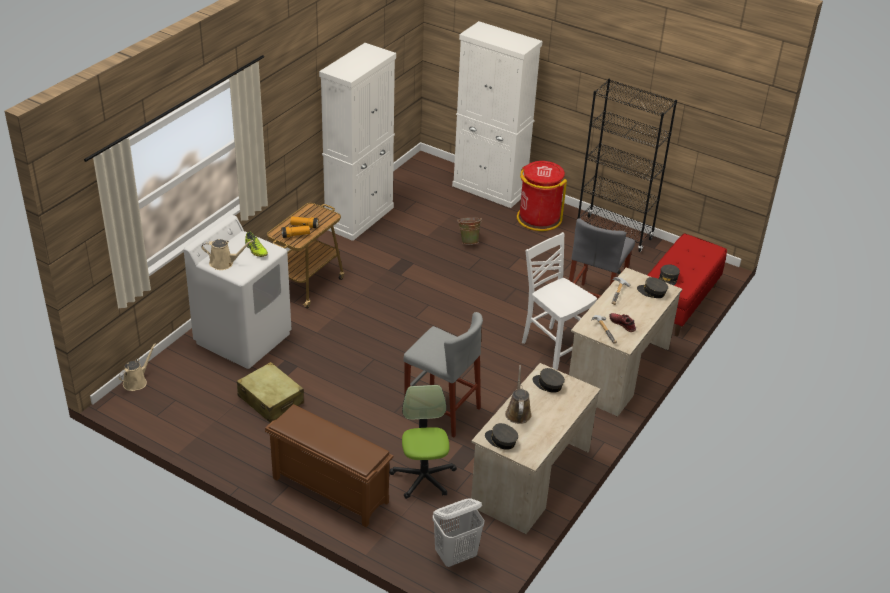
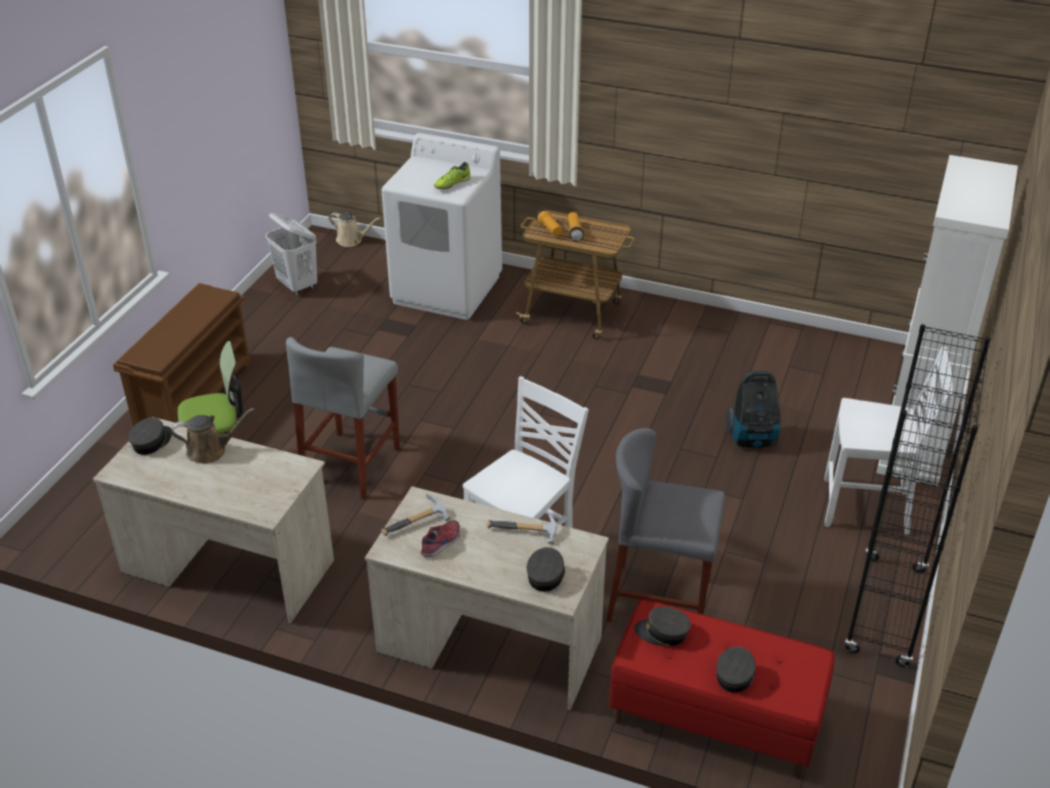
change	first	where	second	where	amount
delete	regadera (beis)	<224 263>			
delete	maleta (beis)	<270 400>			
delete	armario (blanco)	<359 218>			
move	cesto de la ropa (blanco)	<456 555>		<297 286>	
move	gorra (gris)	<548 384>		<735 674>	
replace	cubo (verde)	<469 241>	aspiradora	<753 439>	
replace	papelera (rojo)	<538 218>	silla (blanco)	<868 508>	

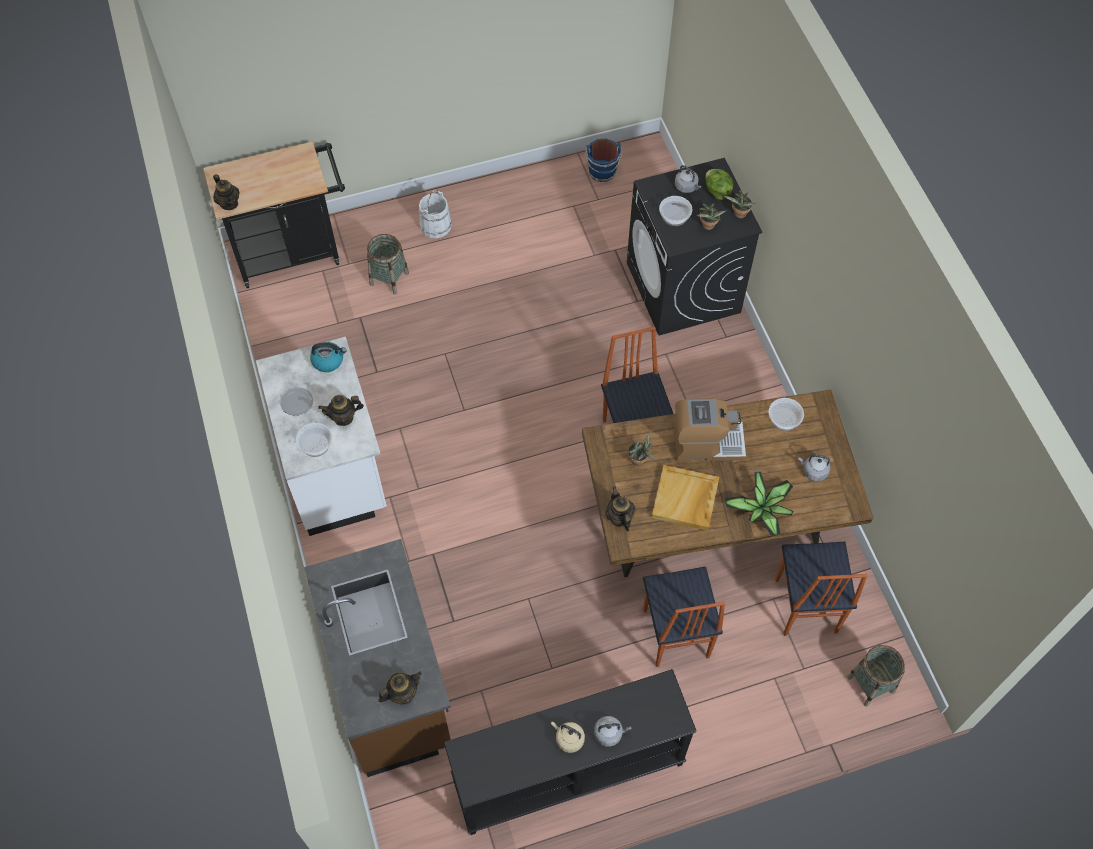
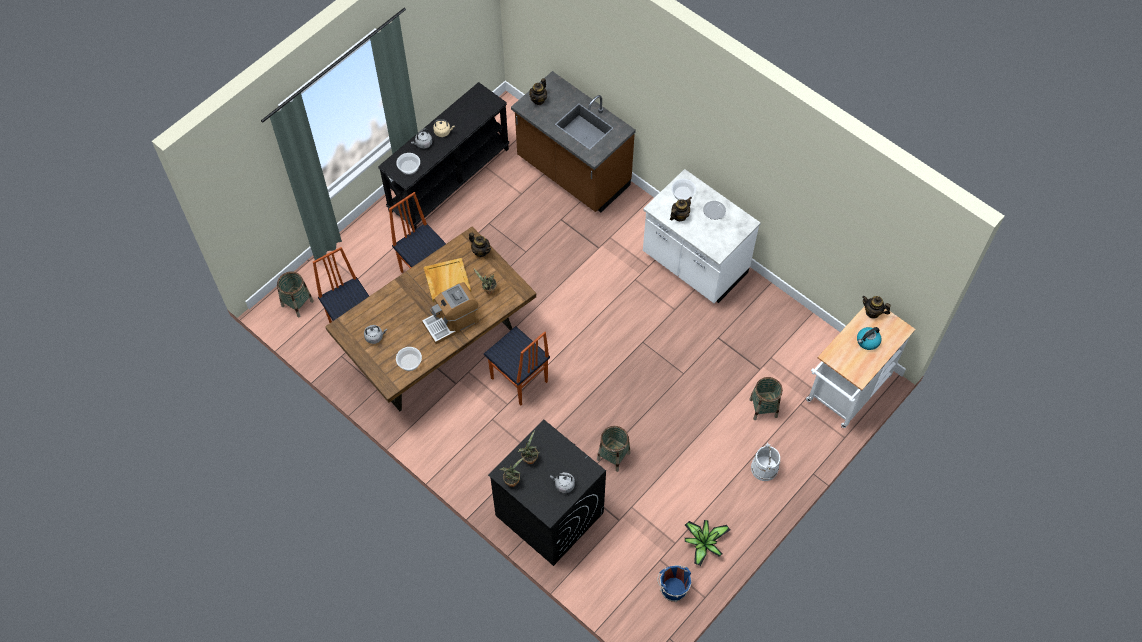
change	first	where	second	where	amount
delete	lechuga	<717 191>			
insert			cesta	<613 456>	
move	hervidor	<328 360>		<867 341>	
move	cuenco	<675 216>		<409 167>	
move	planta en maceta	<762 510>		<703 543>	
recolor	carrito (negro)	<294 252>	carrito (blanco)	<845 393>	

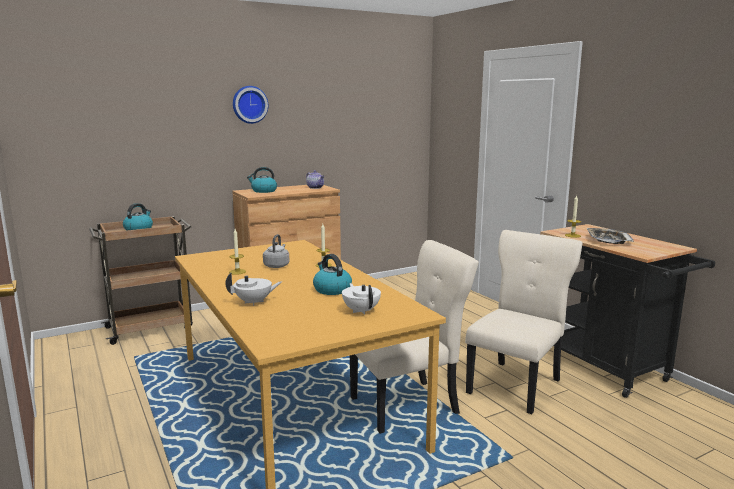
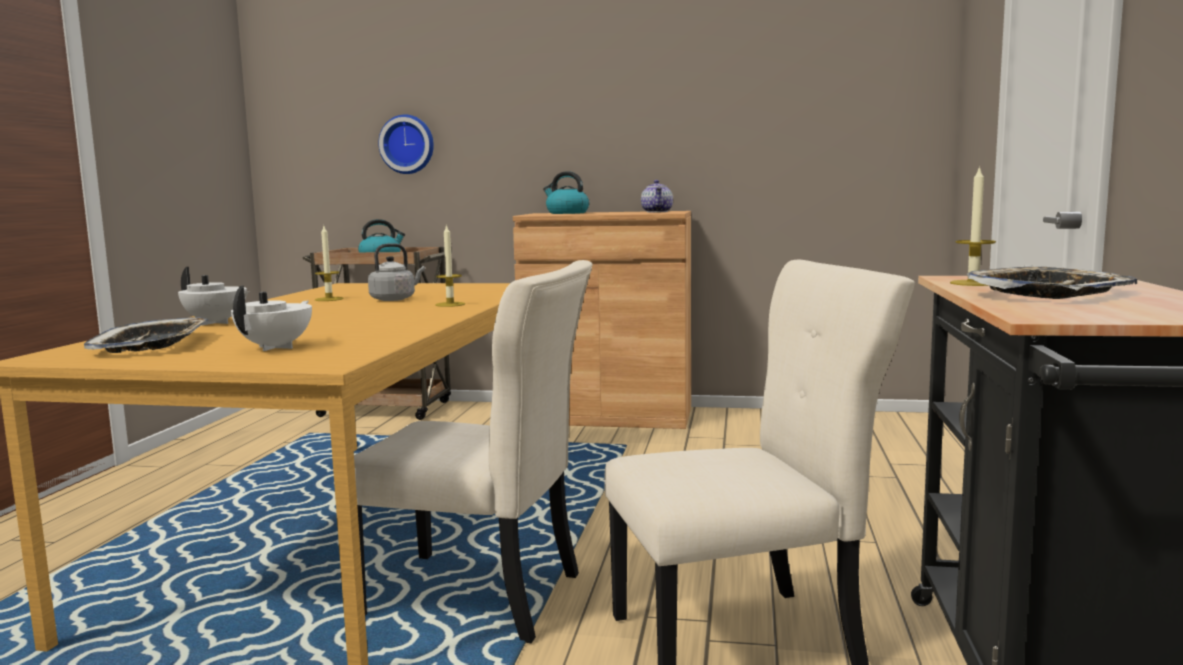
change	first	where	second	where	amount
delete	hervidor	<331 289>			
insert			bandeja	<152 344>	
move	reloj de pared	<249 104>		<408 144>	

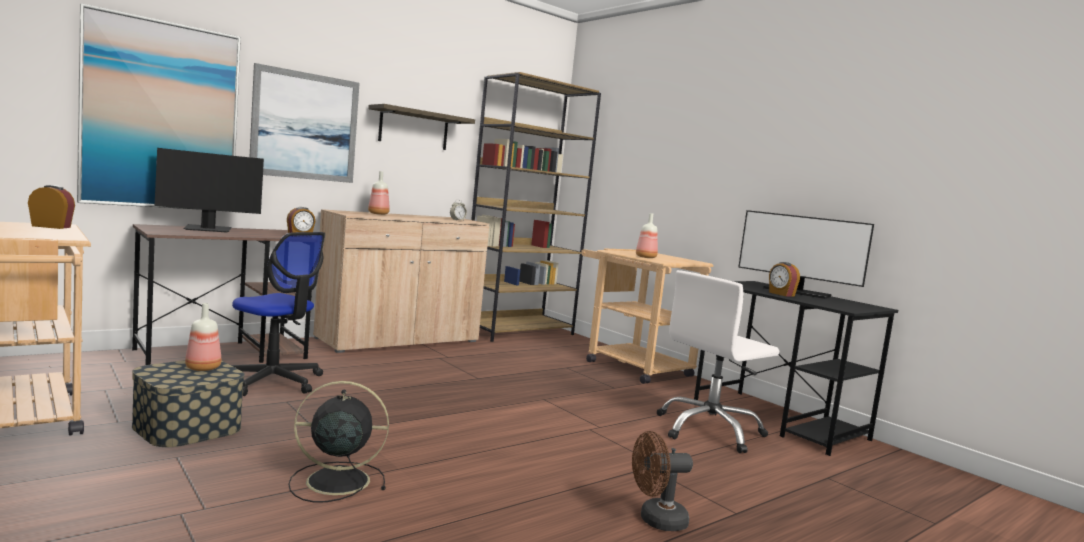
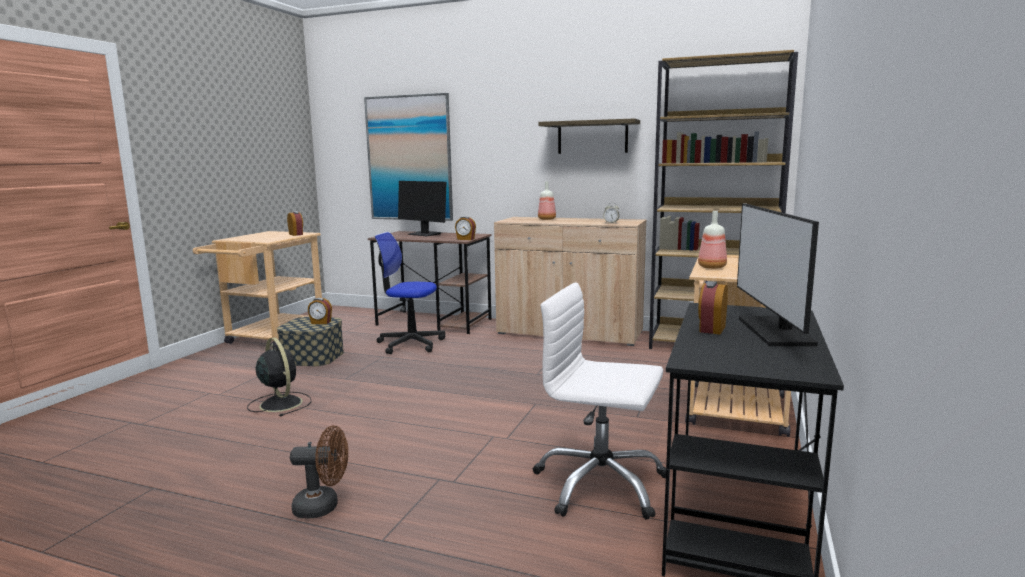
change	first	where	second	where	amount
delete	cuadro	<305 126>			
replace	botella	<203 368>	despertador	<320 322>	
rotate	silla de oficina	<273 382>		<410 344>	105 degrees clockwise
rotate	ventilador (marrón)	<656 521>		<323 507>	135 degrees clockwise

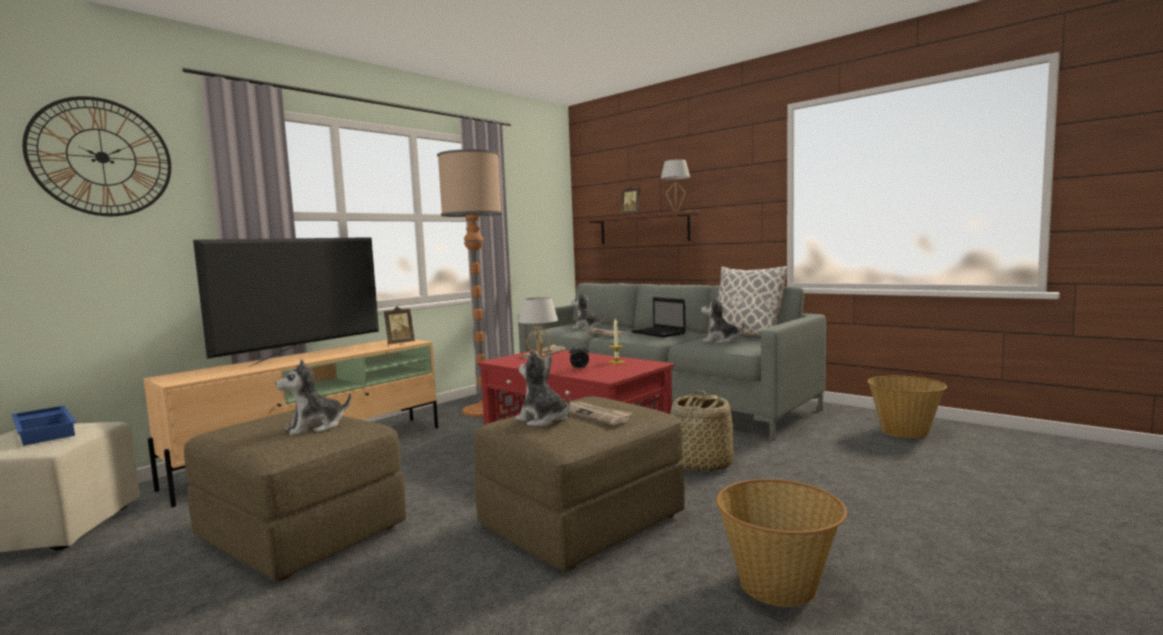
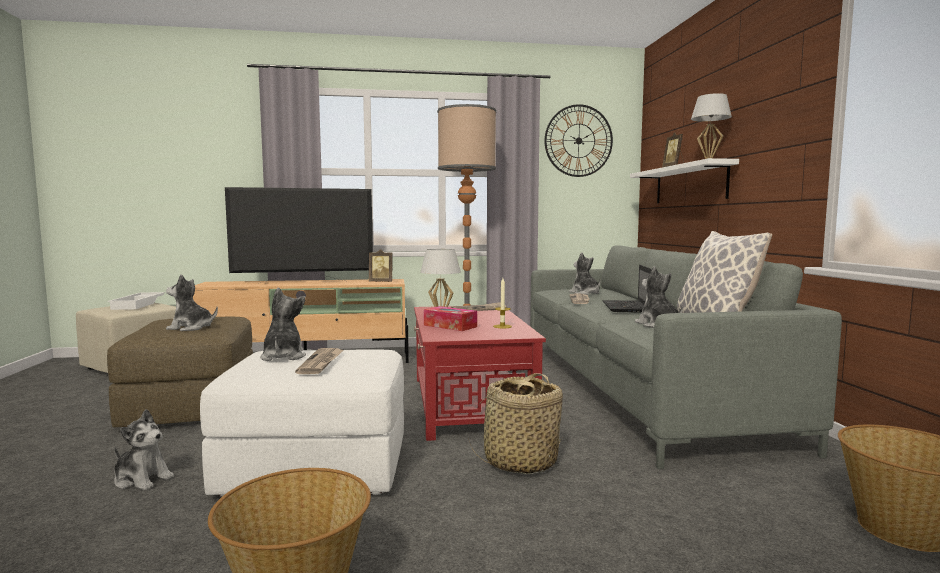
change	first	where	second	where	amount
insert			peluche	<142 479>	
move	reloj de pared	<102 157>		<578 141>	
replace	despertador	<579 369>	caja de pañuelos	<450 326>	
recolor	bandeja (azul)	<47 430>	bandeja (blanco)	<139 304>	
recolor	puf (marrón)	<581 522>	puf (blanco)	<315 467>	
recolor	estante (marrón)	<643 228>	estante (blanco)	<689 184>	

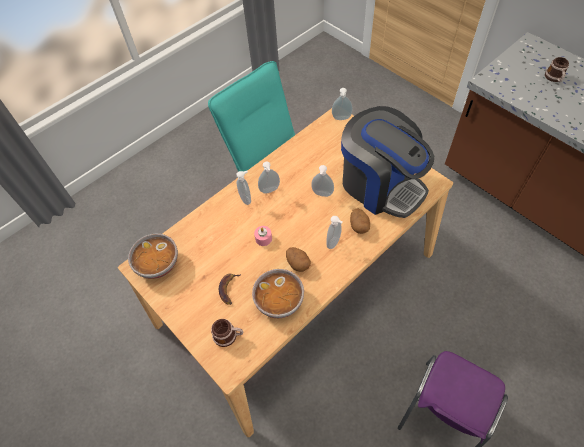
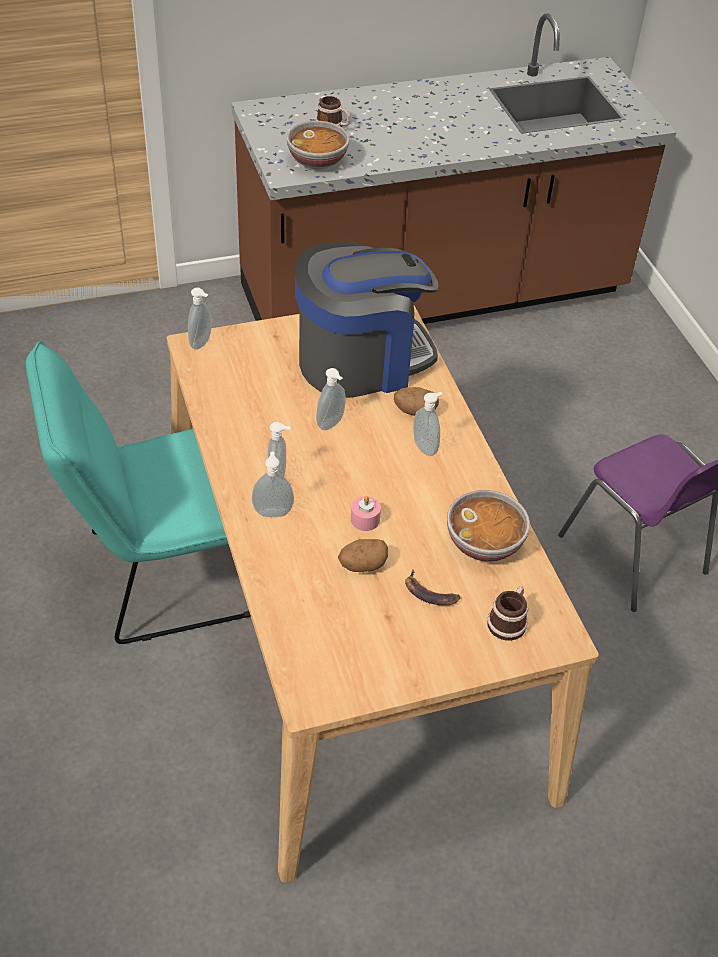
change	first	where	second	where	amount
move	cuenco	<158 264>		<318 161>	
move	patata	<298 263>		<362 565>	

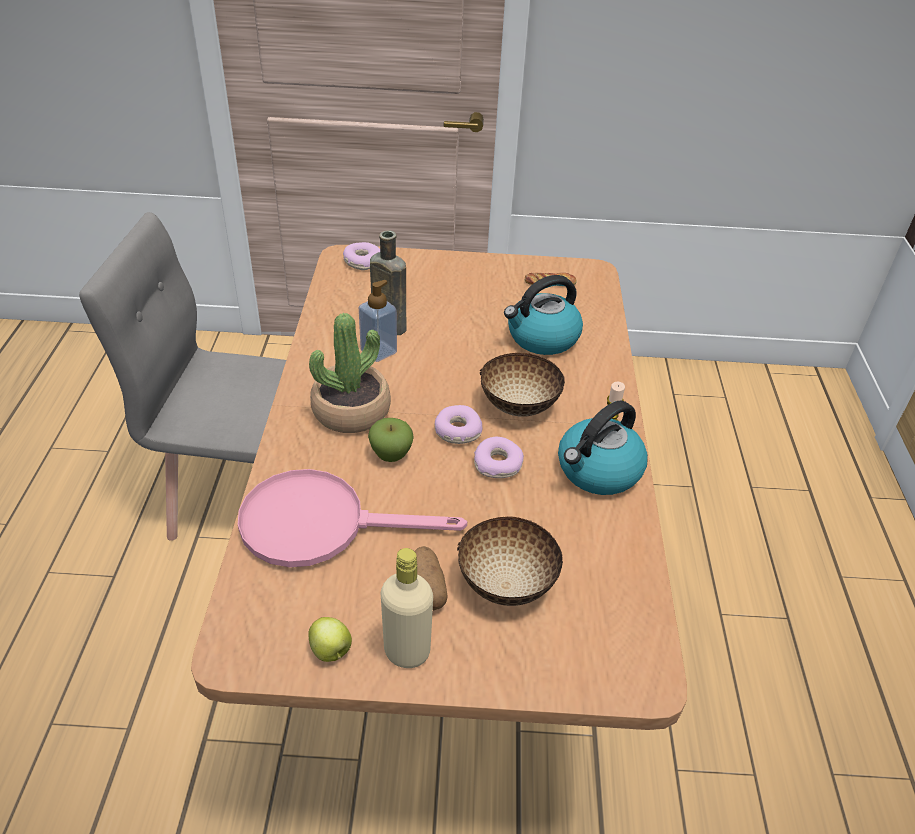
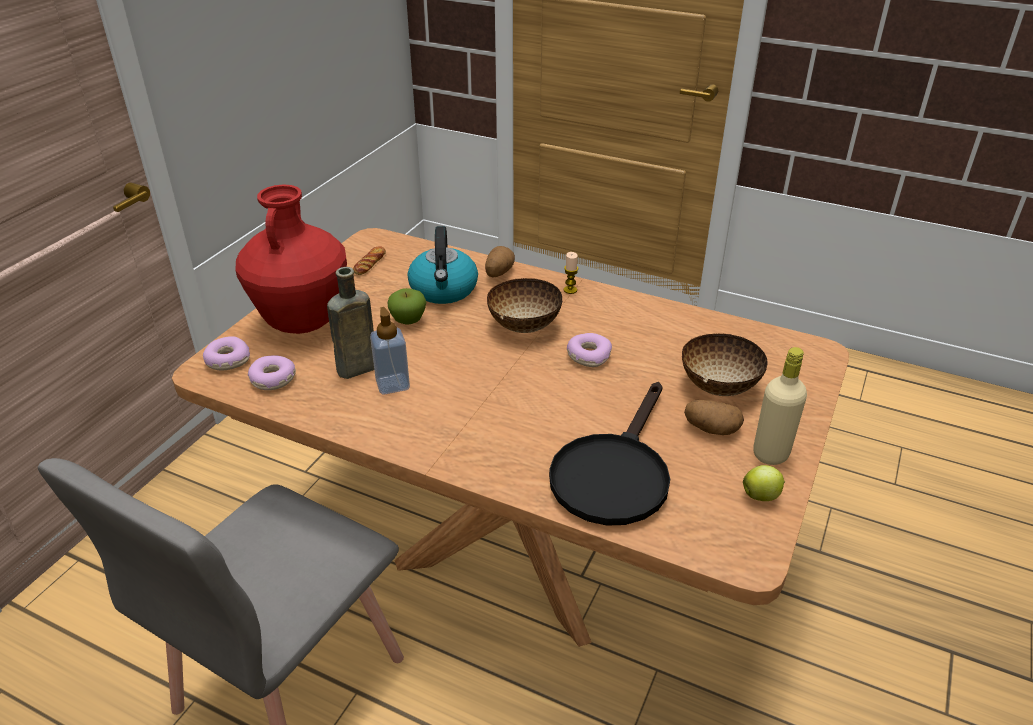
change	first	where	second	where	amount
delete	planta en maceta	<351 410>			
delete	hervidor	<598 471>			
insert			florero (rojo)	<303 322>	
insert			patata	<498 272>	
move	manzana	<391 455>		<408 321>	
move	rosquilla	<457 431>		<273 379>	
recolor	sartén (rosa)	<321 524>	sartén (negro)	<614 473>	

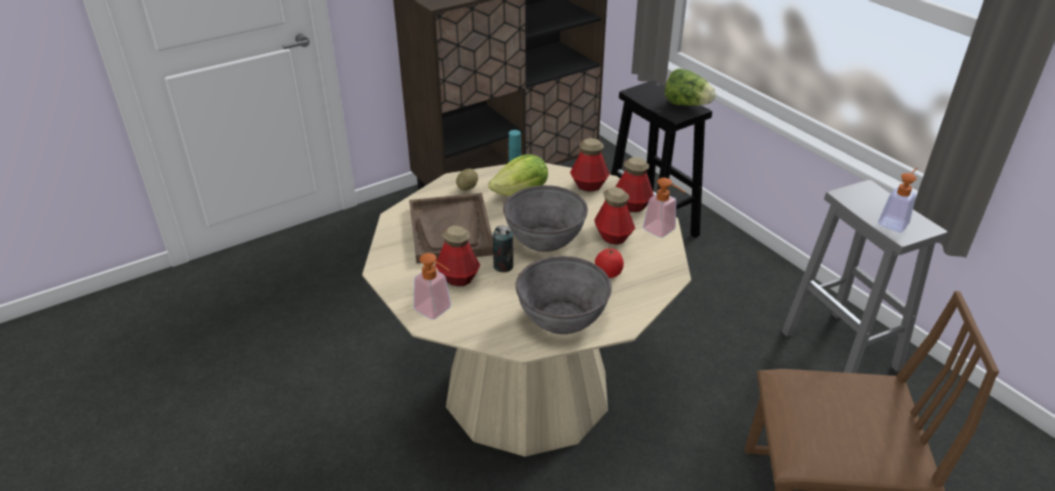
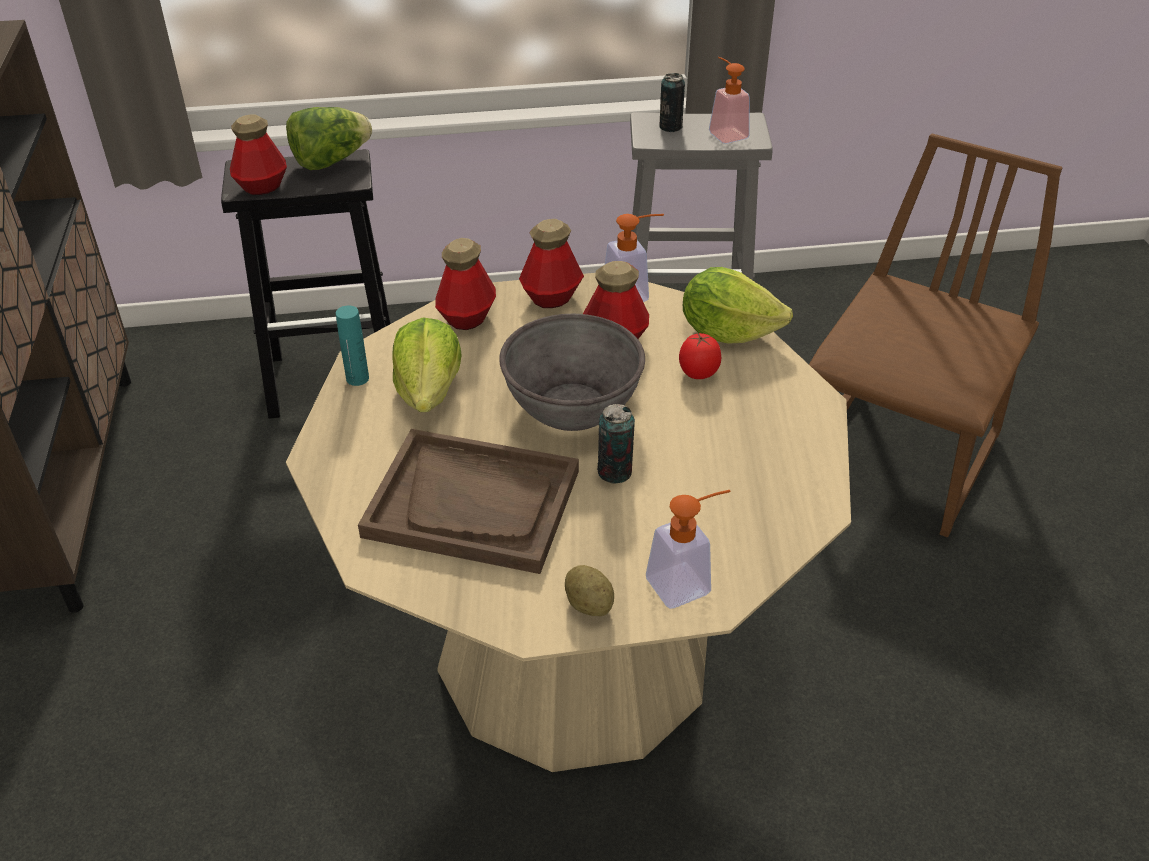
change	first	where	second	where	amount
delete	cuenco (gris)	<562 317>			
insert			lata	<670 126>	
insert			lechuga	<727 332>	
move	botella	<458 278>		<262 187>	
move	patata	<467 187>		<589 605>	

